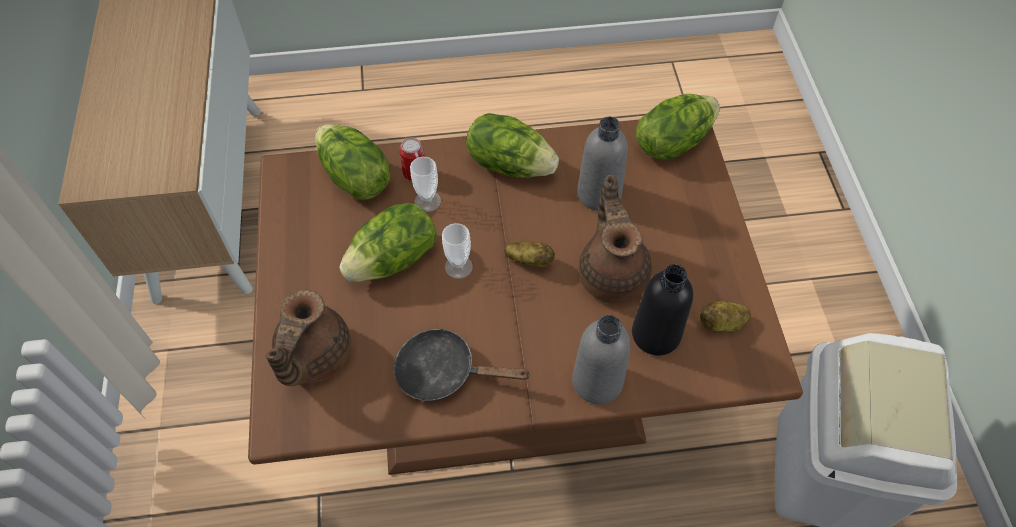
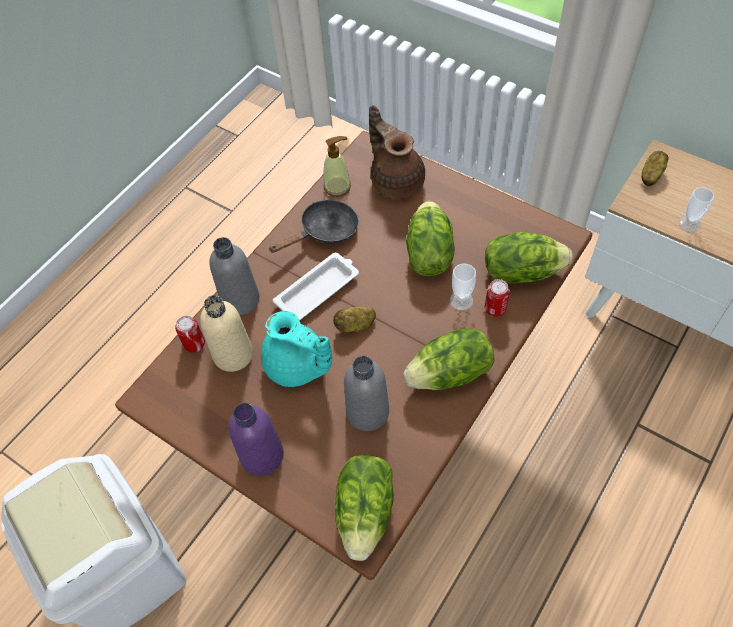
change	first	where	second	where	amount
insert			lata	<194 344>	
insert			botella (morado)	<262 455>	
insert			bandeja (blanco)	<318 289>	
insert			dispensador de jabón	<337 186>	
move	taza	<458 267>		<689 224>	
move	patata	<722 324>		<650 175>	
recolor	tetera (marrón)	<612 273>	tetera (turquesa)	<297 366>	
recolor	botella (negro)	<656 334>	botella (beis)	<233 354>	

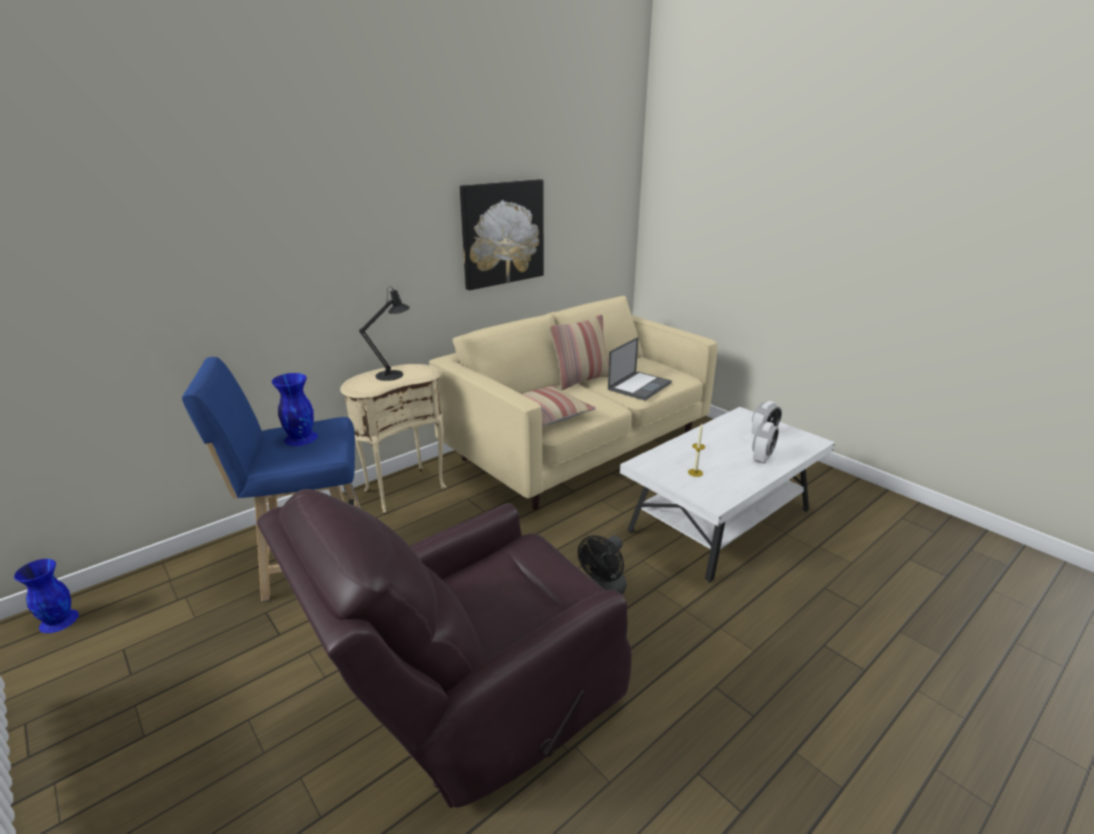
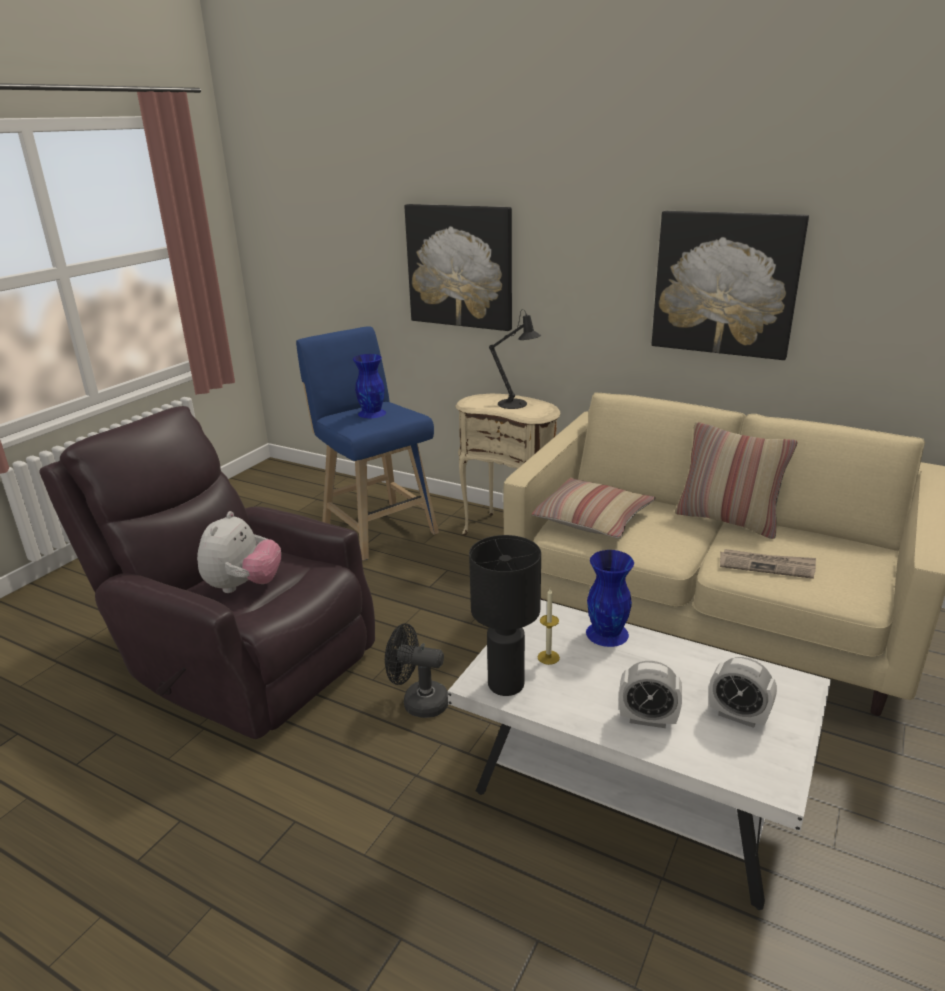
change	first	where	second	where	amount
insert			peluche	<243 586>	
insert			cuadro	<460 266>	
insert			lámpara de mesa (negro)	<505 685>	
move	florero (azul)	<59 620>		<608 633>	
replace	portátil	<639 386>	periódico	<767 565>	

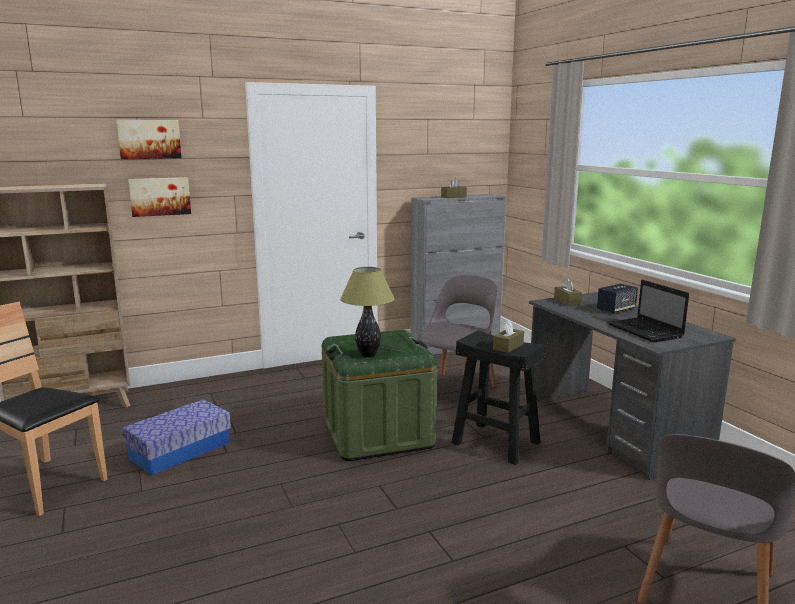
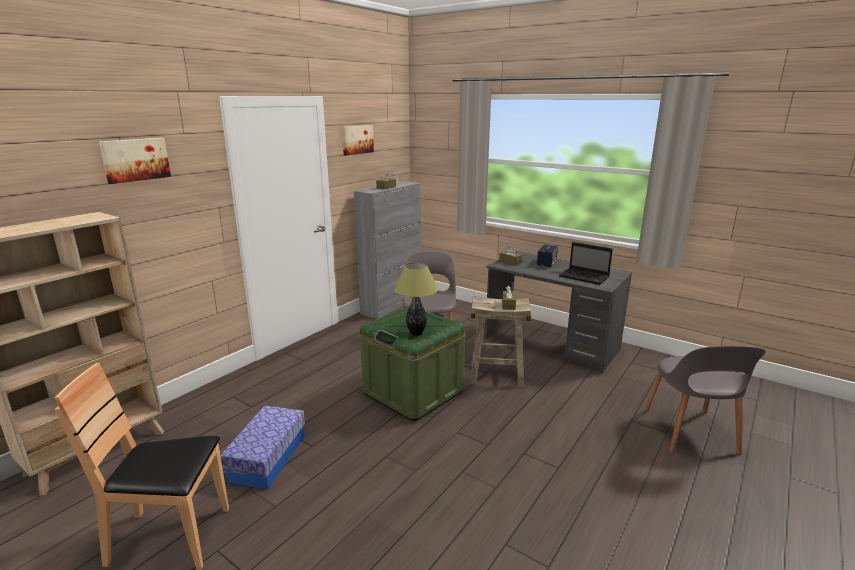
change	first	where	second	where	amount
move	cuadro	<160 196>		<357 139>	
recolor	taburete (negro)	<495 443>	taburete (beis)	<496 375>	

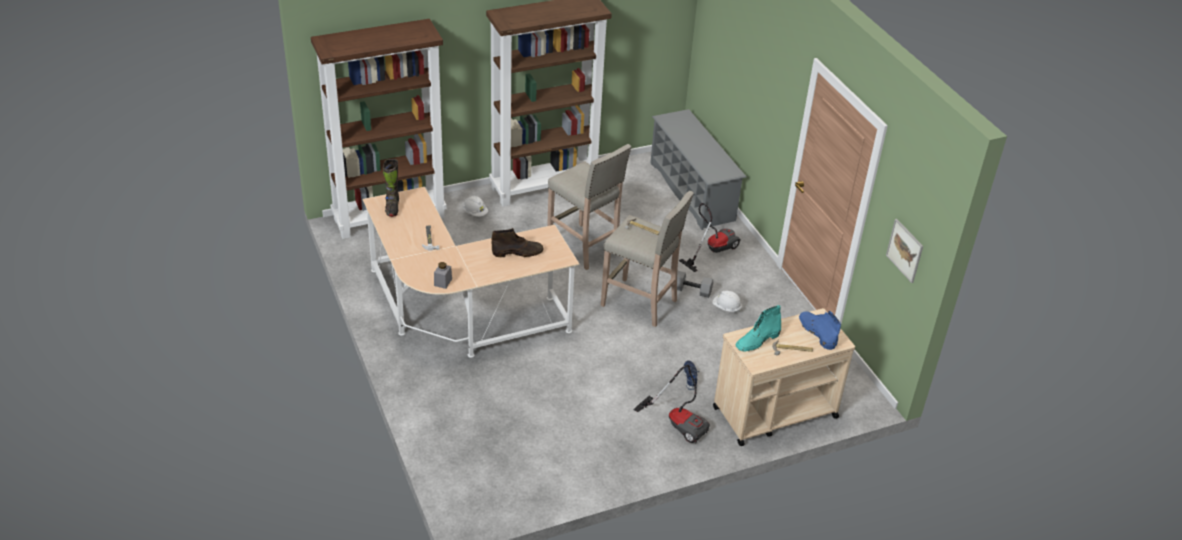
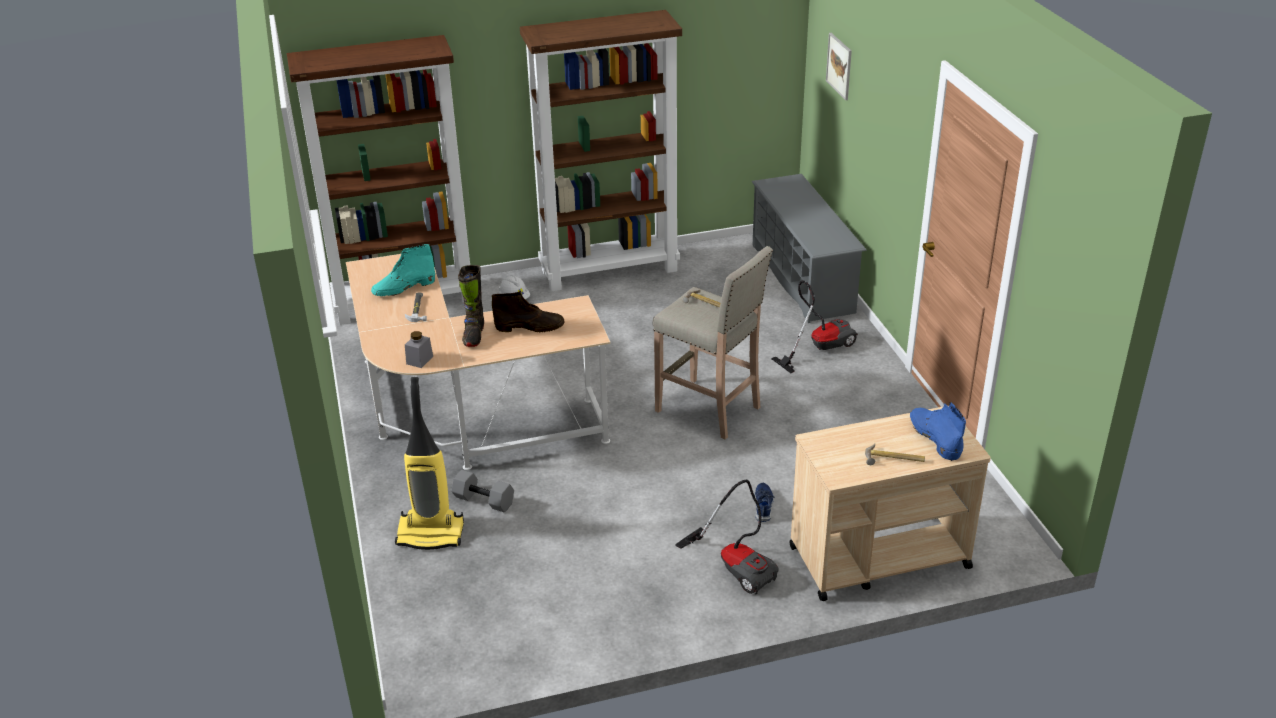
change	first	where	second	where	amount
delete	taburete (beis)	<584 248>			
delete	casco (blanco)	<726 308>			
insert			aspiradora	<431 533>	
move	bota (negro)	<392 207>		<474 335>	
move	mancuerna (gris)	<692 290>		<484 500>	
move	bota (turquesa)	<757 341>		<403 288>	
move	cuadro	<905 250>		<839 66>	

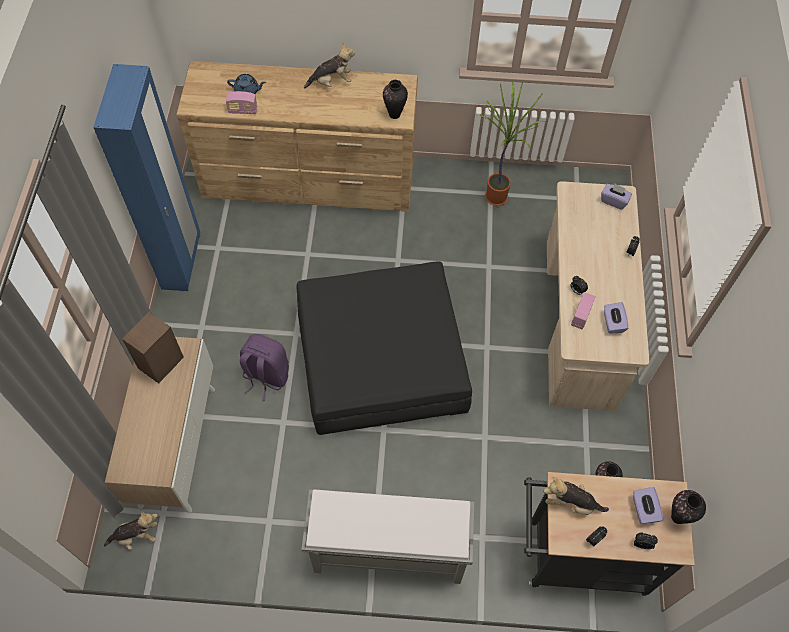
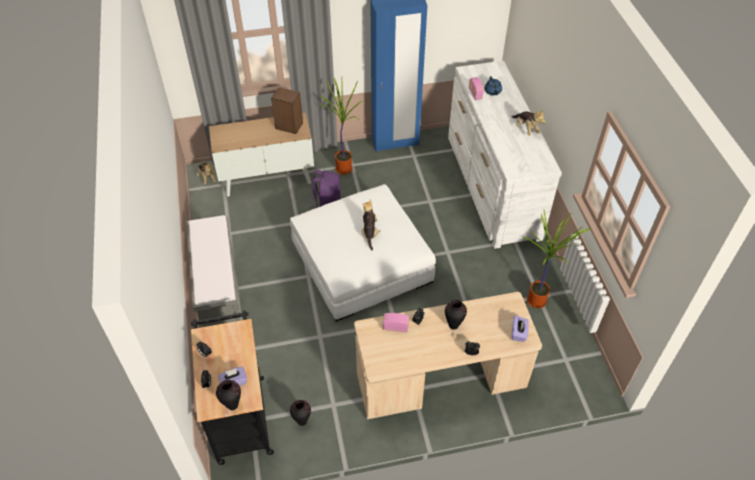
change	first	where	second	where	amount
delete	caja de pañuelos (morado)	<612 323>			
insert			planta en maceta	<344 168>	
move	florero	<394 115>		<453 325>	
move	peluche	<571 503>		<369 233>	
recolor	cómoda (marrón)	<309 180>	cómoda (blanco)	<492 186>	
recolor	puf (negro)	<381 358>	puf (blanco)	<362 262>	

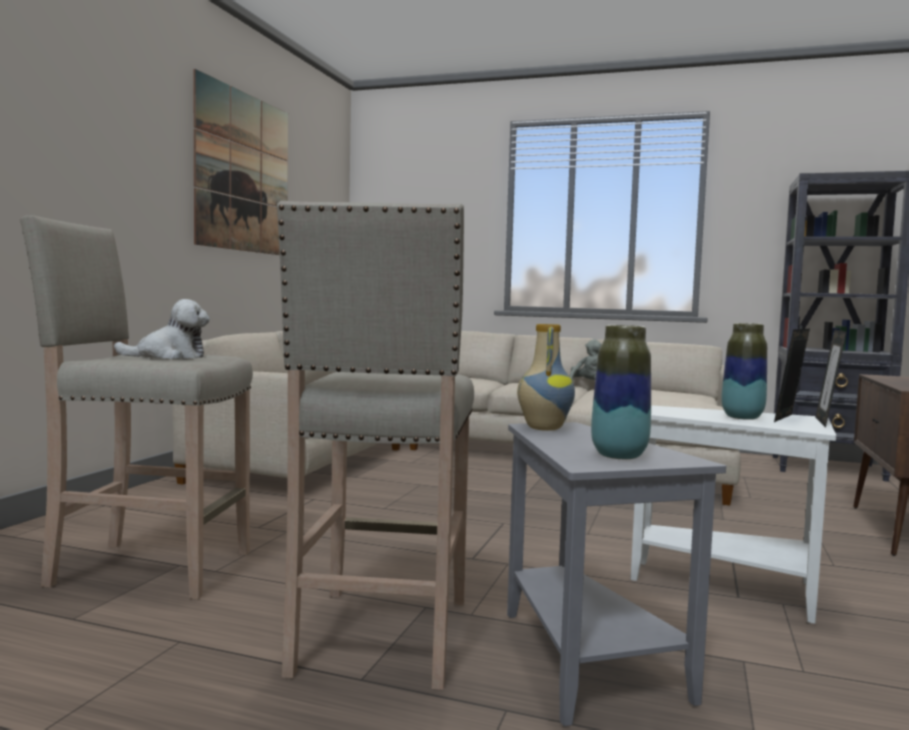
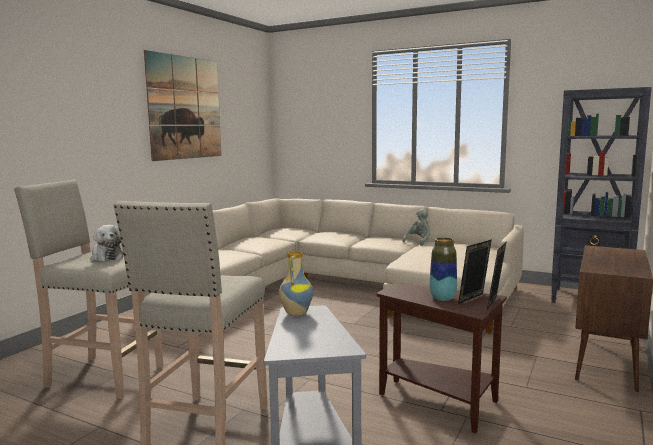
change	first	where	second	where	amount
delete	florero	<619 456>			
recolor	mesa auxiliar (blanco)	<730 588>	mesa auxiliar (marrón)	<440 403>	
rotate	peluche	<169 356>		<106 257>	60 degrees clockwise

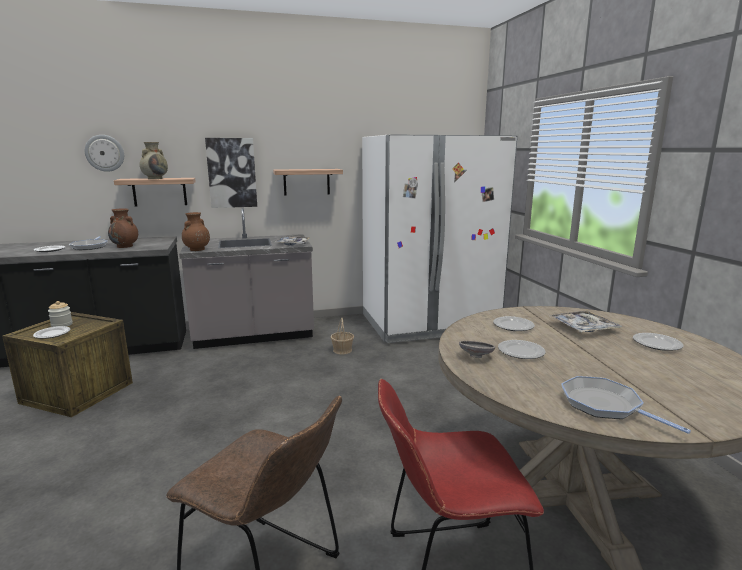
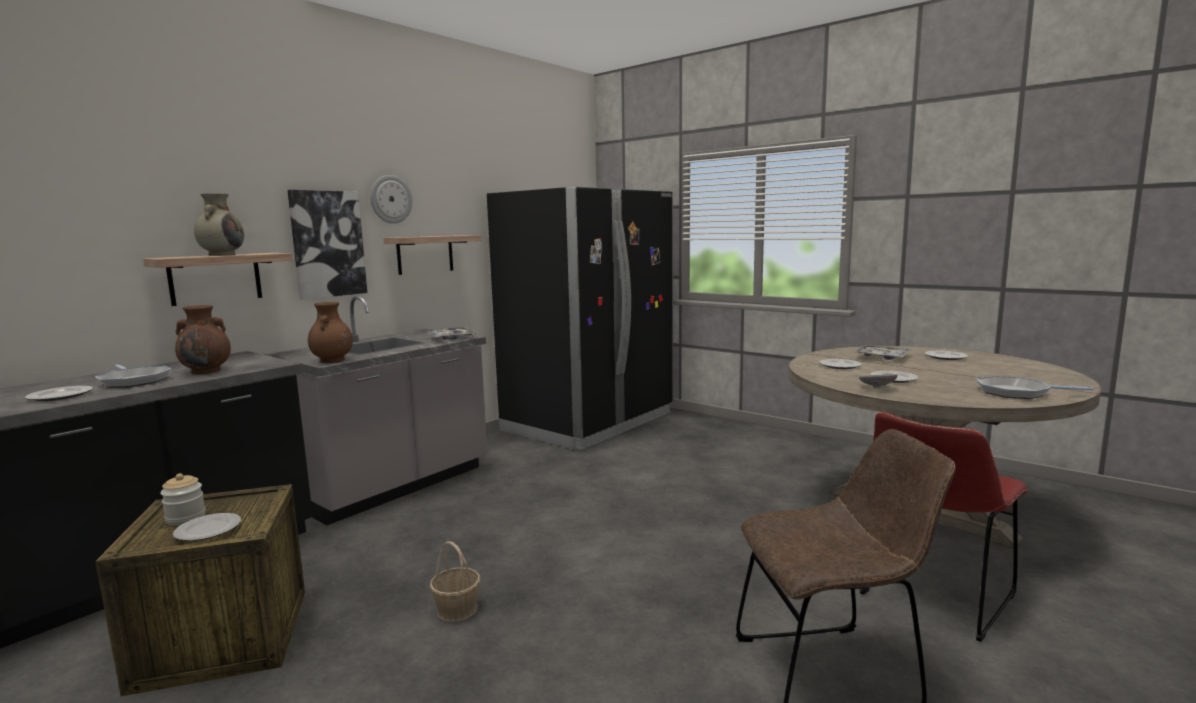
change	first	where	second	where	amount
move	reloj de pared	<105 153>		<390 199>	
move	cesta	<342 350>		<457 609>	
recolor	nevera (blanco)	<429 323>	nevera (negro)	<589 422>	

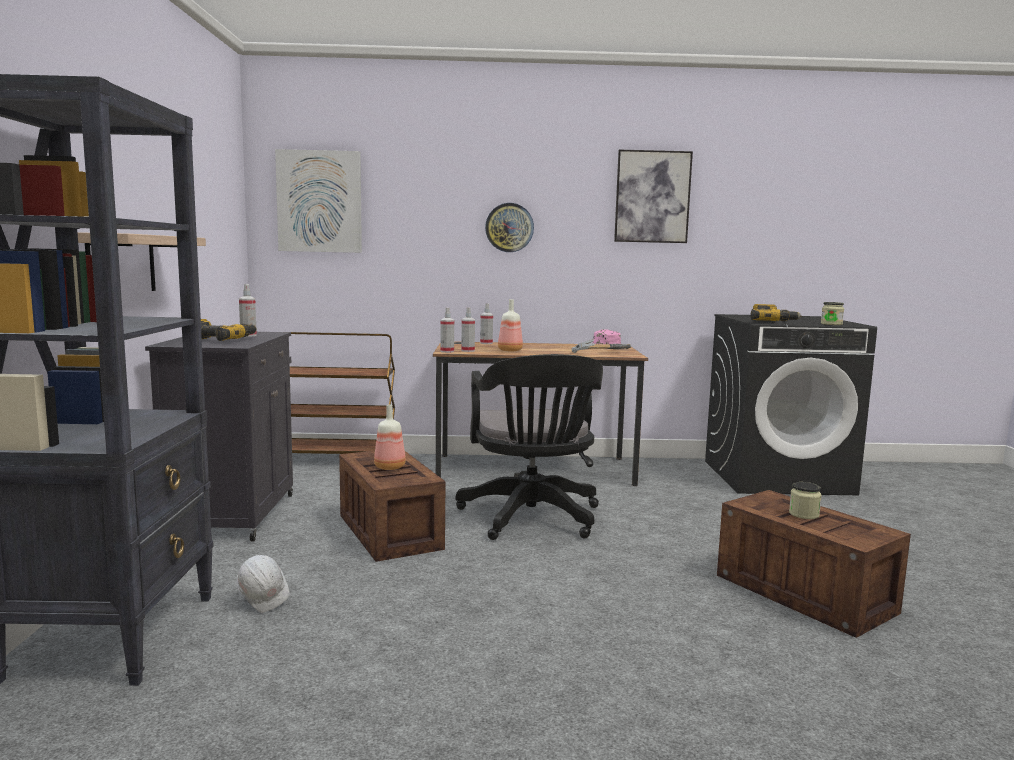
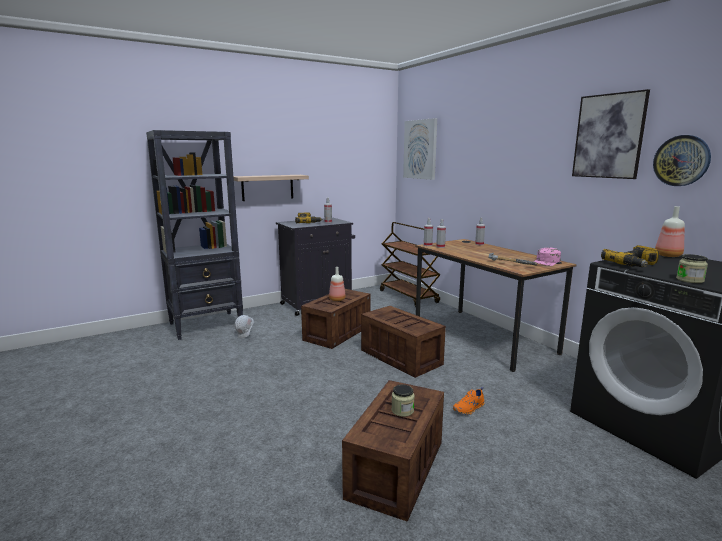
change	first	where	second	where	amount
insert			zapato (naranja)	<469 409>	
move	reloj de pared	<509 227>		<681 160>	
move	botella	<510 350>		<668 255>	
replace	silla de oficina (negro)	<532 519>	caja de embalaje	<399 357>	

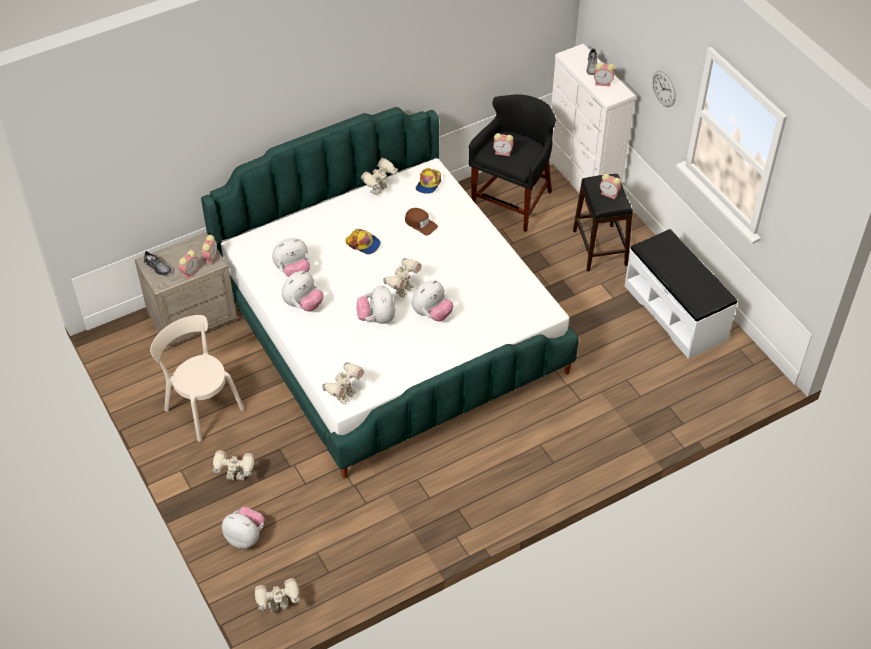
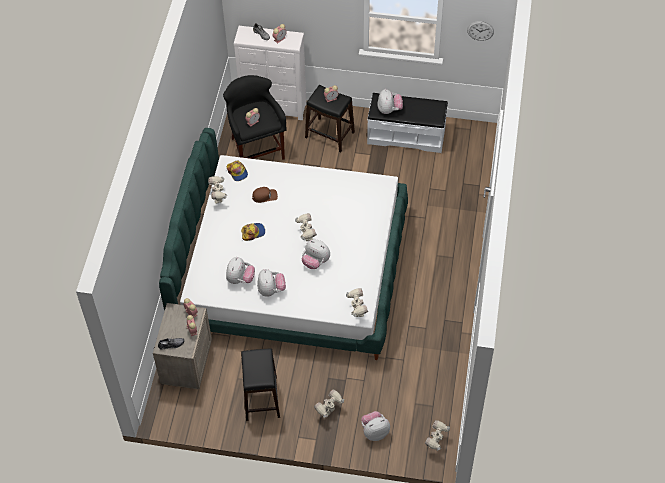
change	first	where	second	where	amount
move	peluche	<432 314>		<389 110>	
move	reloj de pared	<664 88>		<480 30>	
replace	silla (beis)	<202 407>	taburete (negro)	<261 398>	

